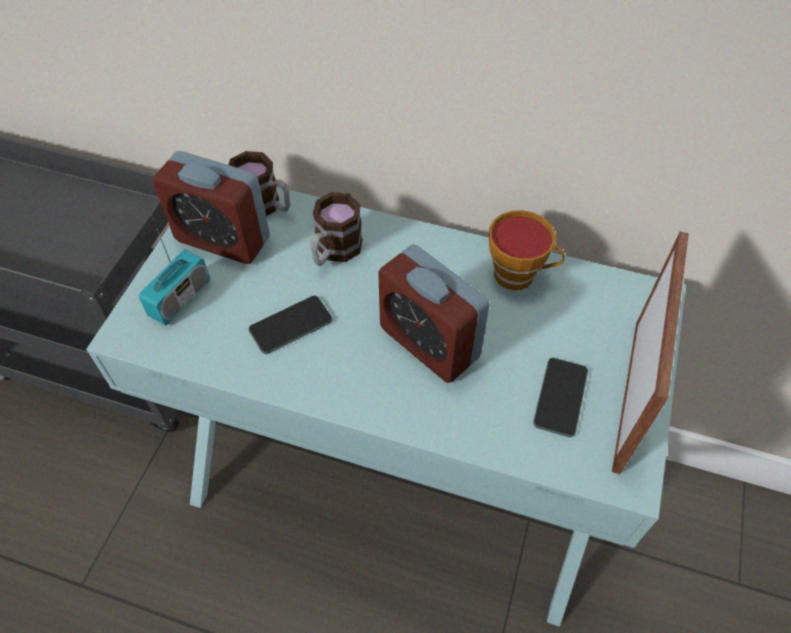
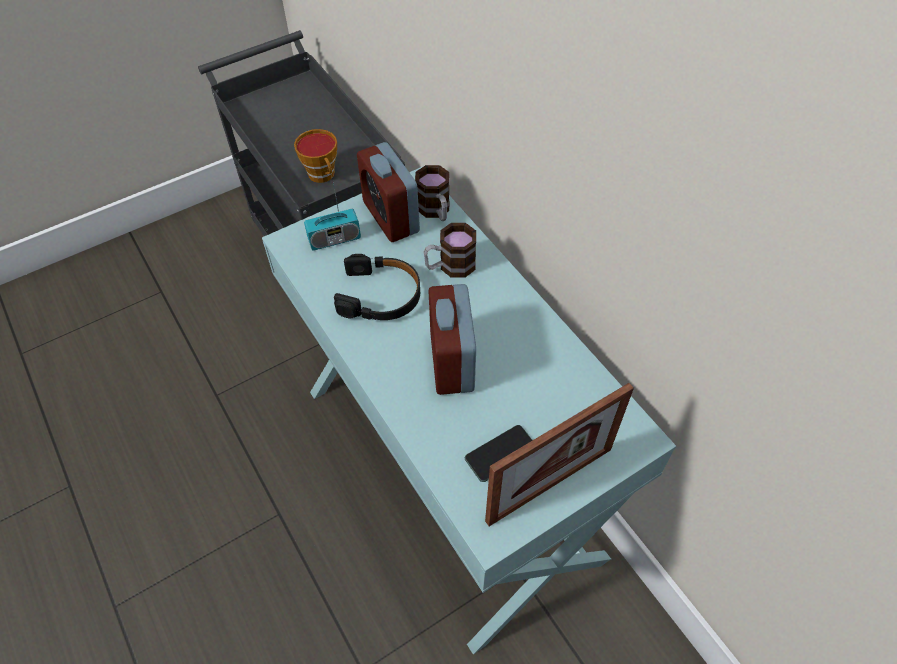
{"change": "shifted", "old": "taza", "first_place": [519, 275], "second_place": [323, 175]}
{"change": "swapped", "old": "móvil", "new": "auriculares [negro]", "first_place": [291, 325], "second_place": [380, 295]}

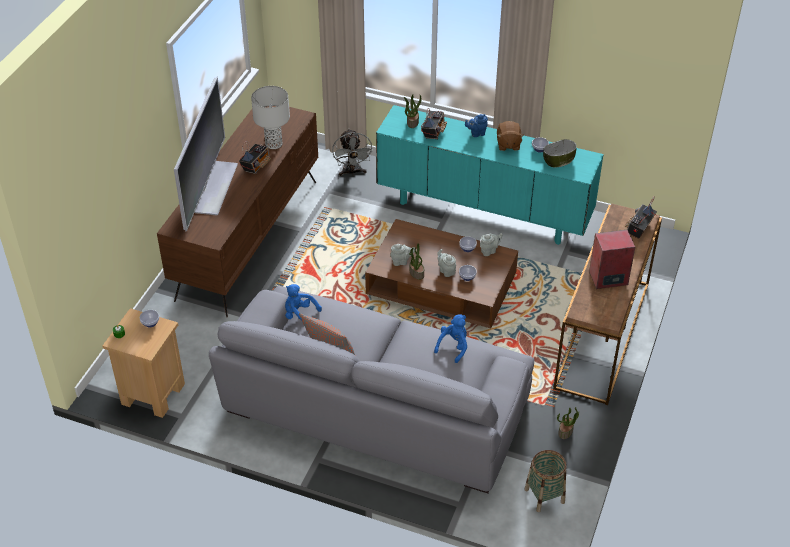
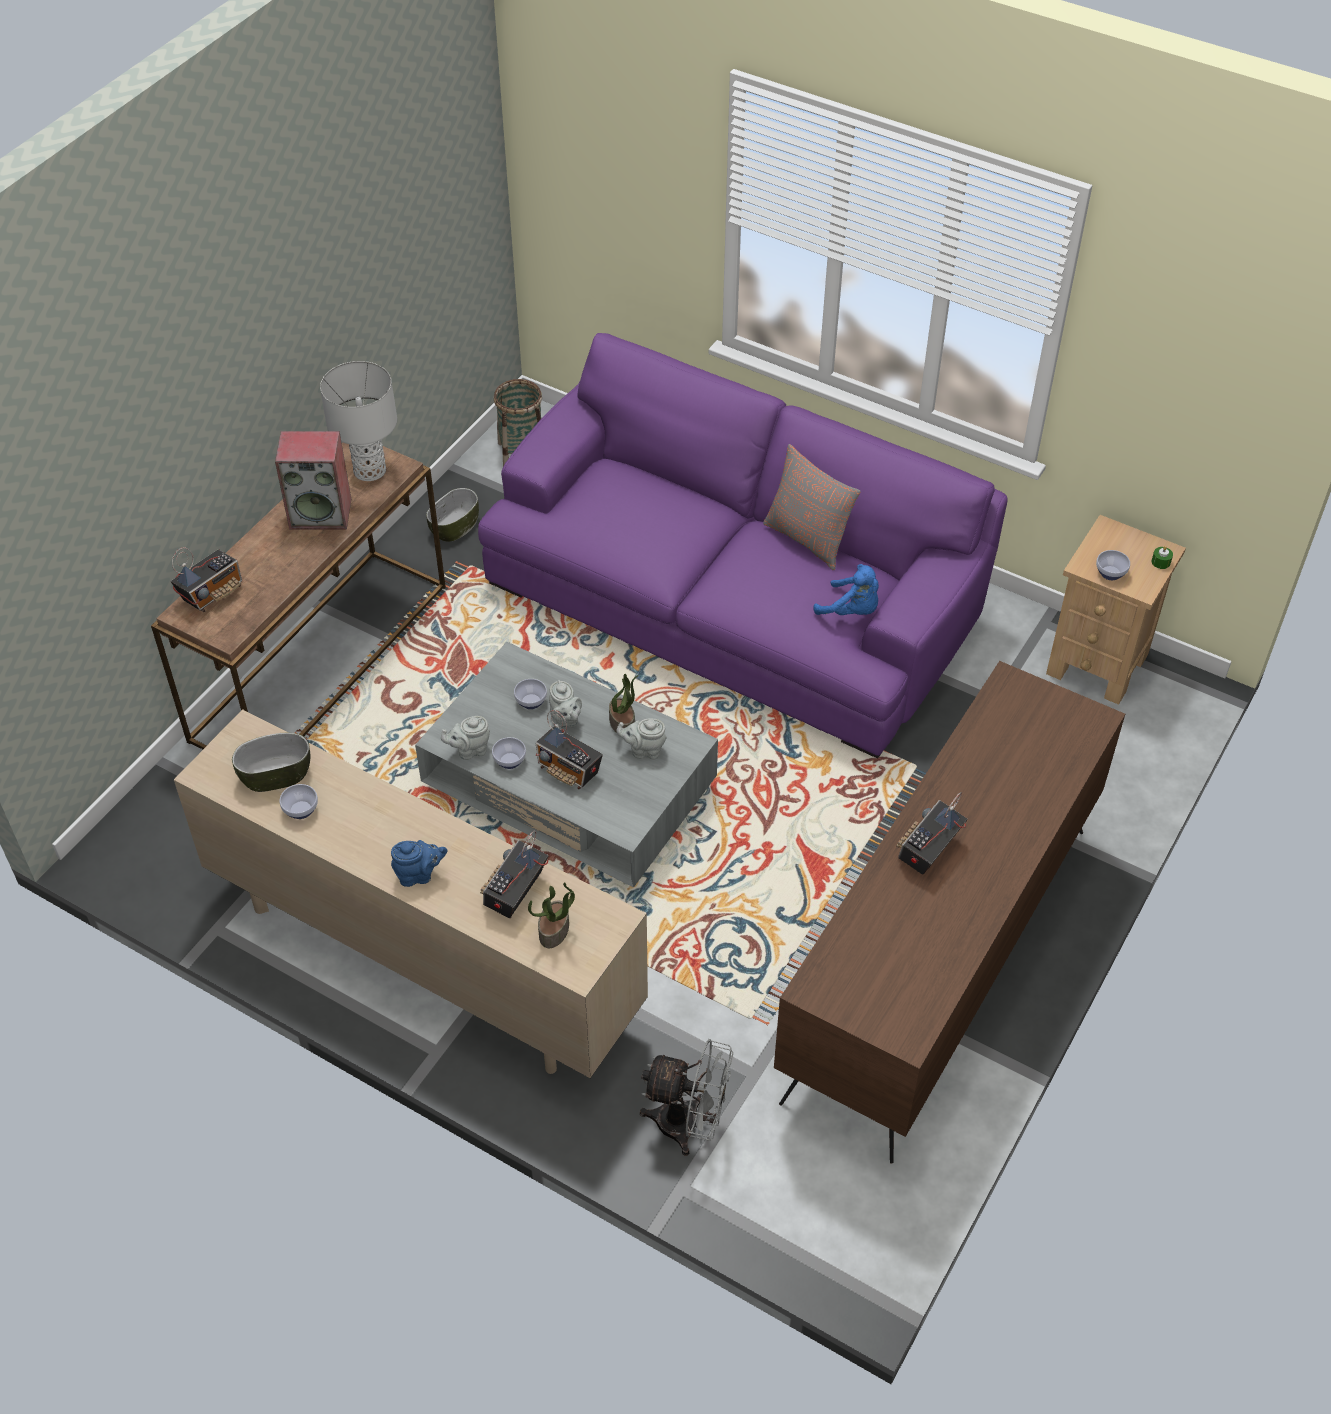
{"change": "gone", "old": "televisor", "first_place": [214, 188]}
{"change": "shifted", "old": "lámpara de mesa [blanco]", "first_place": [273, 144], "second_place": [370, 470]}
{"change": "repainted", "old": "armario [turquesa]", "new": "armario [beis]", "first_place": [484, 211], "second_place": [422, 959]}
{"change": "gone", "old": "peluche [marrón]", "first_place": [508, 144]}
{"change": "rotated", "old": "ventilador [gris]", "first_place": [352, 172], "second_place": [688, 1125], "degrees": 105}
{"change": "repainted", "old": "mesa de centro [marrón]", "new": "mesa de centro [gris]", "first_place": [441, 289], "second_place": [569, 788]}
{"change": "repainted", "old": "sofá [gris]", "new": "sofá [morado]", "first_place": [375, 406], "second_place": [733, 598]}
{"change": "gone", "old": "peluche [azul]", "first_place": [453, 347]}
{"change": "swapped", "old": "planta en maceta", "new": "cuenco", "first_place": [566, 431], "second_place": [454, 526]}
{"change": "new", "new": "radio", "second_place": [569, 770]}

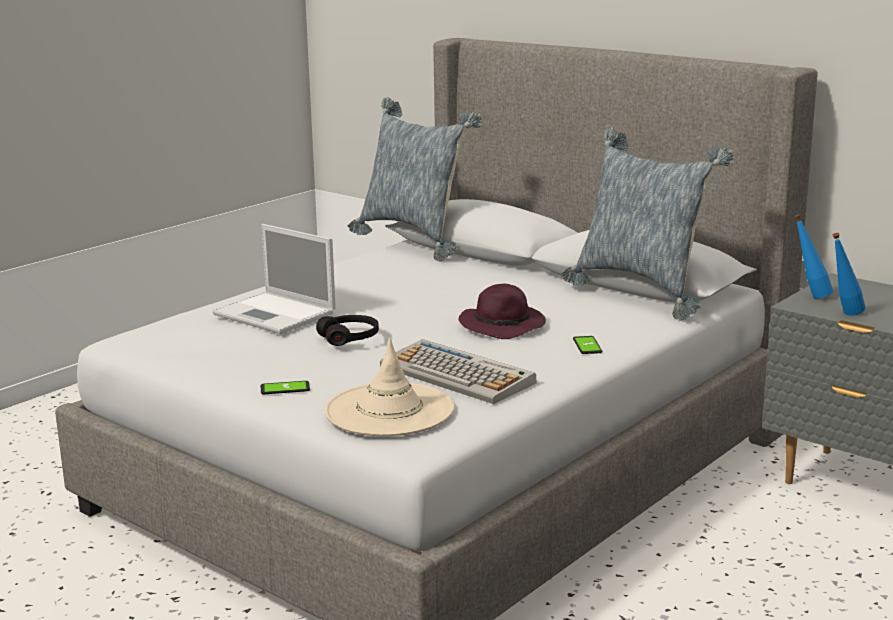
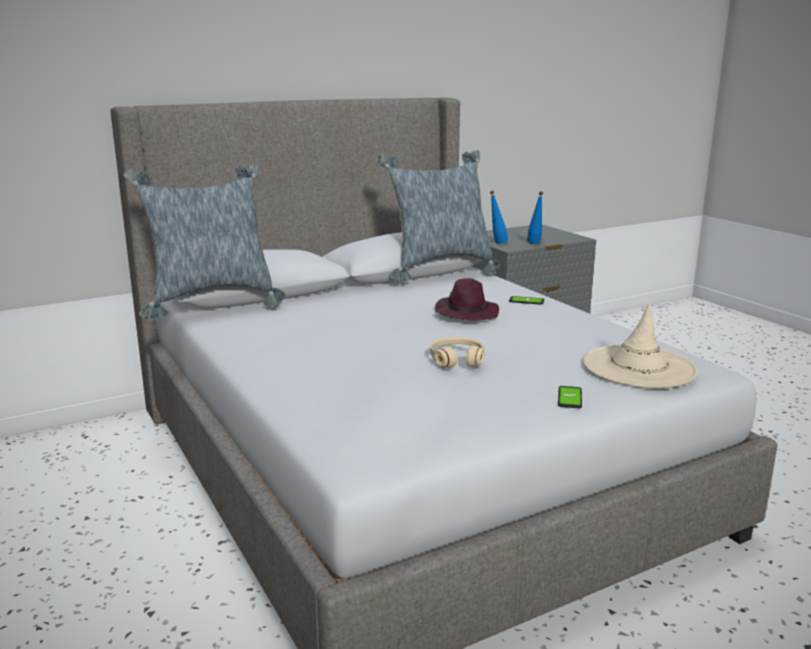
{"change": "gone", "old": "portátil", "first_place": [276, 314]}
{"change": "repainted", "old": "auriculares [negro]", "new": "auriculares [beis]", "first_place": [349, 338], "second_place": [456, 360]}
{"change": "gone", "old": "teclado", "first_place": [458, 375]}

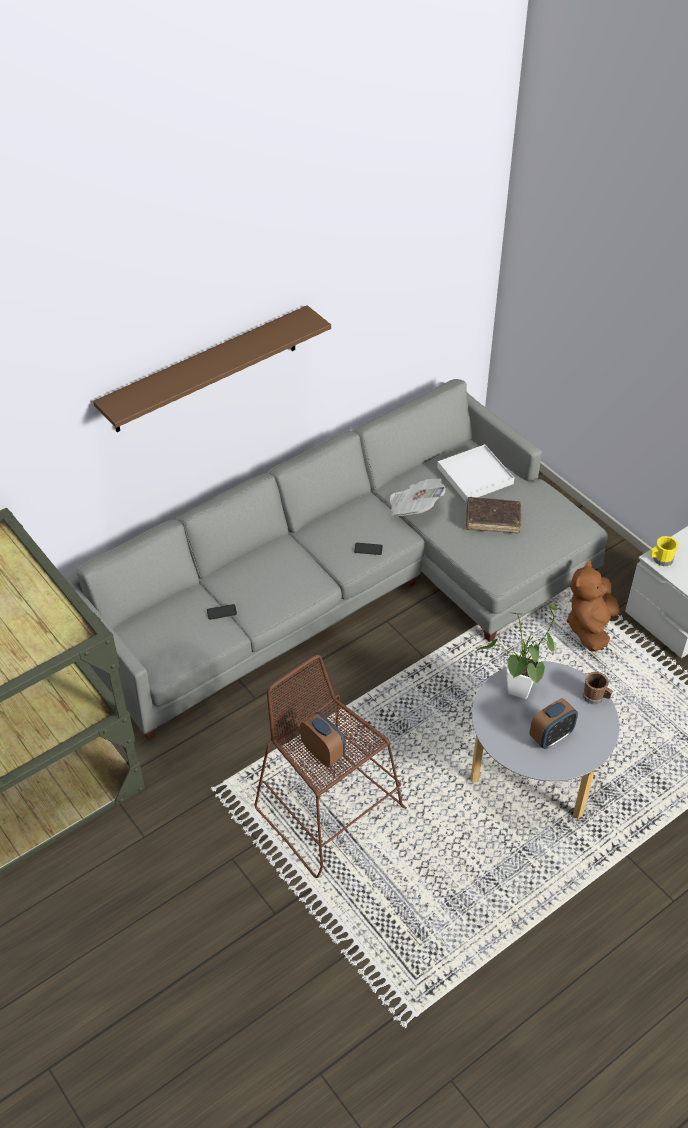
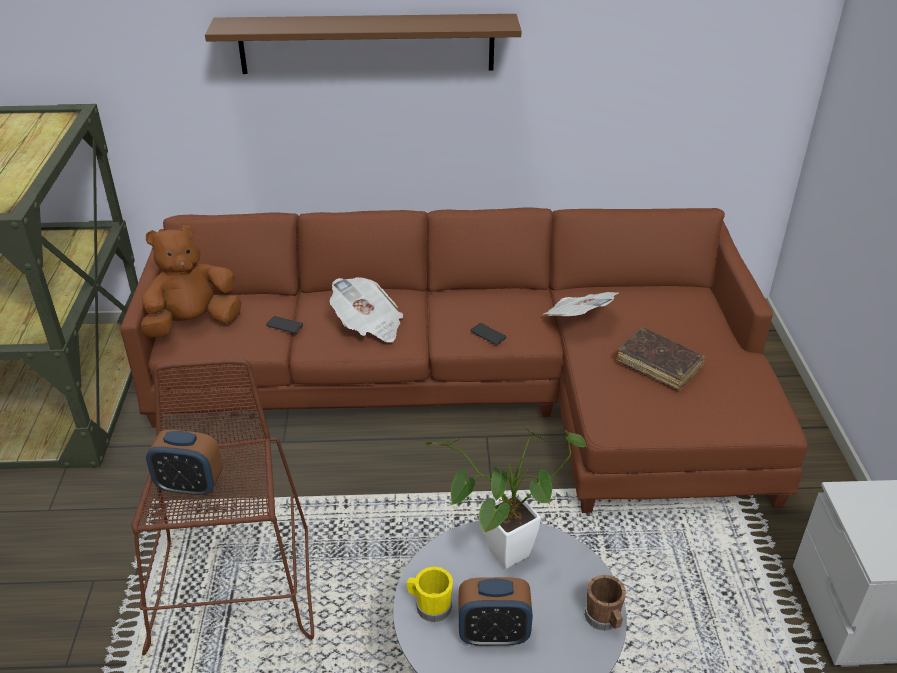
{"change": "repainted", "old": "sofá [gris]", "new": "sofá [marrón]", "first_place": [350, 584], "second_place": [482, 386]}
{"change": "gone", "old": "bandeja [blanco]", "first_place": [475, 476]}
{"change": "shifted", "old": "taza grande [amarillo]", "first_place": [660, 559], "second_place": [430, 606]}
{"change": "shifted", "old": "peluche [marrón]", "first_place": [590, 627], "second_place": [193, 324]}
{"change": "rotated", "old": "despertador", "first_place": [323, 752], "second_place": [190, 486], "degrees": 105}
{"change": "new", "new": "periódico", "second_place": [368, 325]}

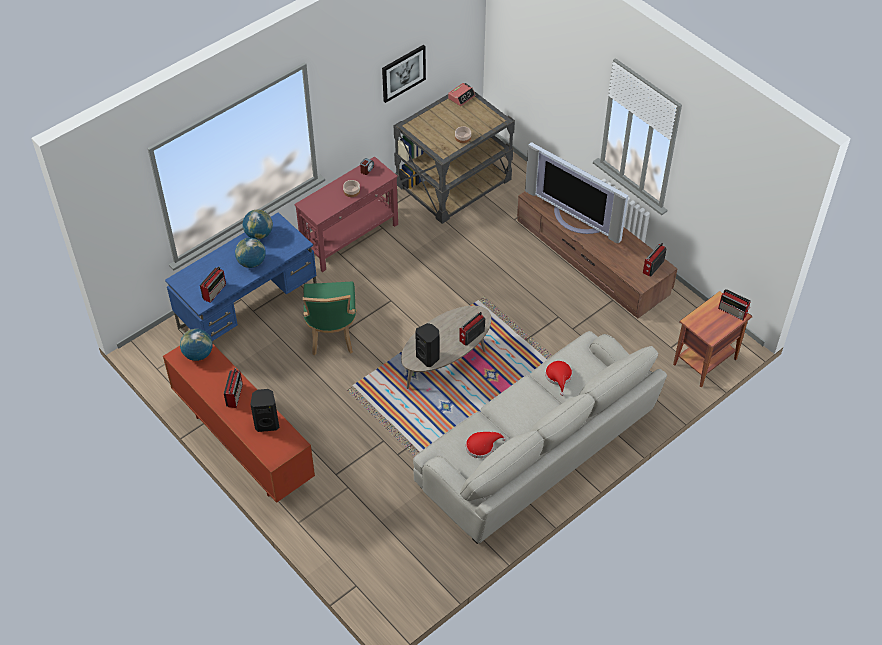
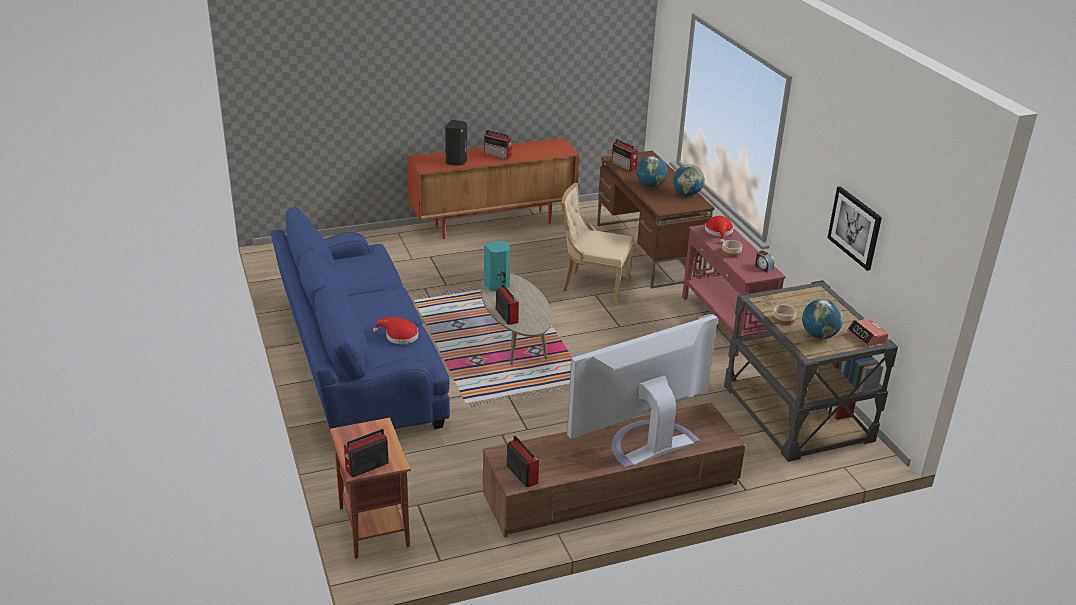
{"change": "repainted", "old": "escritorio [azul]", "new": "escritorio [marrón]", "first_place": [249, 311], "second_place": [648, 252]}
{"change": "repainted", "old": "silla [verde]", "new": "silla [beis]", "first_place": [332, 334], "second_place": [593, 285]}
{"change": "repainted", "old": "altavoz [negro]", "new": "altavoz [turquesa]", "first_place": [428, 357], "second_place": [497, 286]}
{"change": "shifted", "old": "globo terráqueo", "first_place": [198, 354], "second_place": [819, 335]}
{"change": "repainted", "old": "sofá [blanco]", "new": "sofá [azul]", "first_place": [537, 452], "second_place": [358, 361]}
{"change": "shifted", "old": "sombrero [rojo]", "first_place": [482, 446], "second_place": [719, 232]}

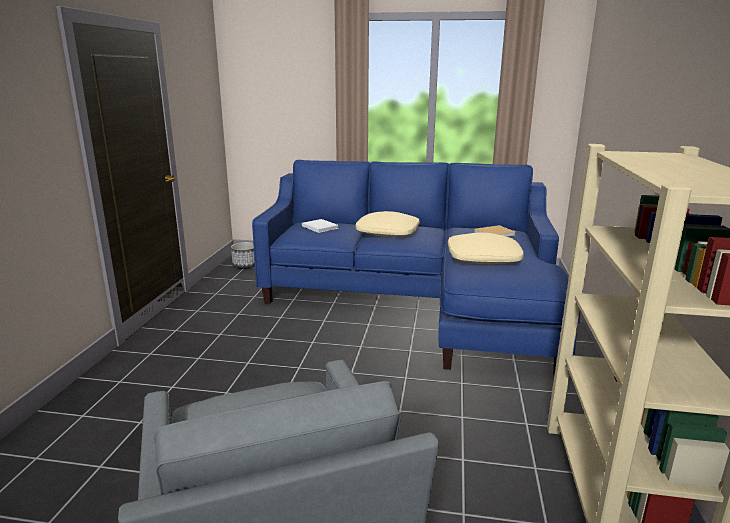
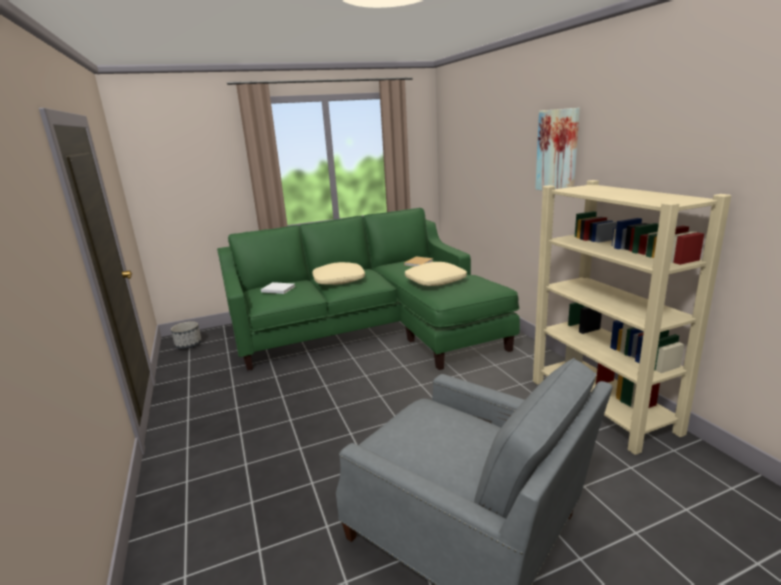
{"change": "repainted", "old": "sofá [azul]", "new": "sofá [verde]", "first_place": [419, 301], "second_place": [371, 330]}
{"change": "new", "new": "cuadro", "second_place": [557, 151]}

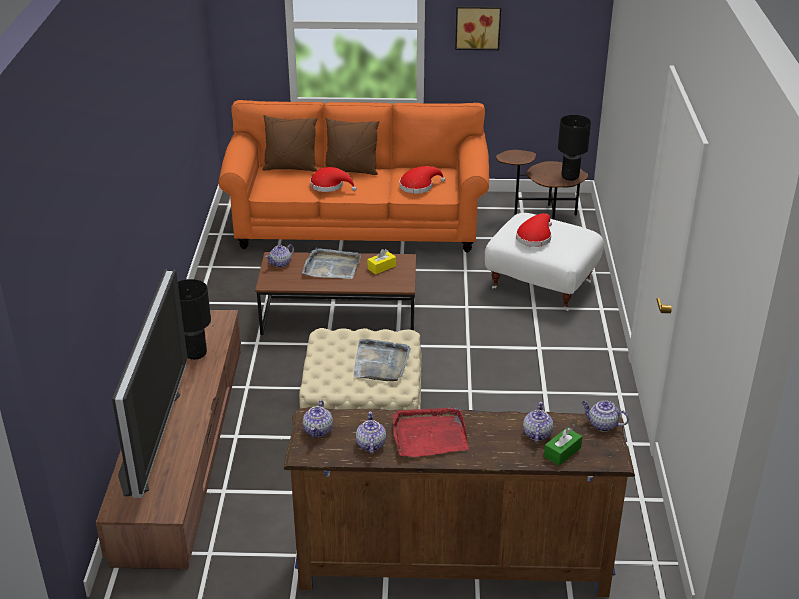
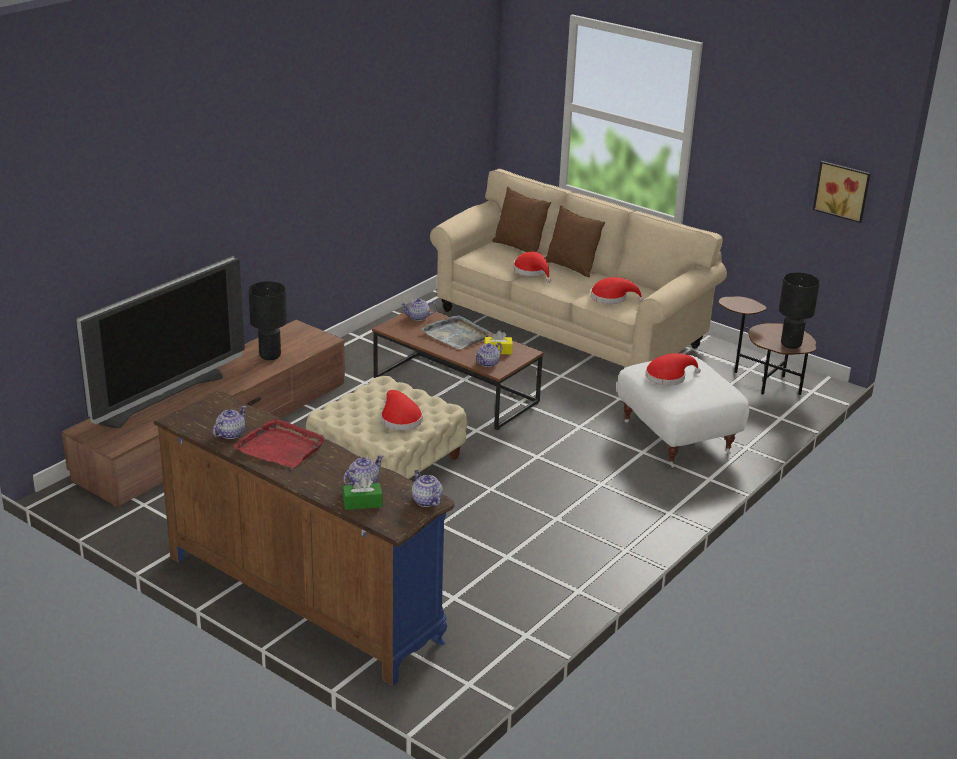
{"change": "shifted", "old": "cuadro", "first_place": [477, 27], "second_place": [842, 190]}
{"change": "repainted", "old": "sofá [naranja]", "new": "sofá [beis]", "first_place": [358, 225], "second_place": [569, 329]}
{"change": "swapped", "old": "bandeja [gris]", "new": "sombrero [rojo]", "first_place": [381, 363], "second_place": [399, 419]}
{"change": "shifted", "old": "tetera", "first_place": [318, 430], "second_place": [488, 363]}

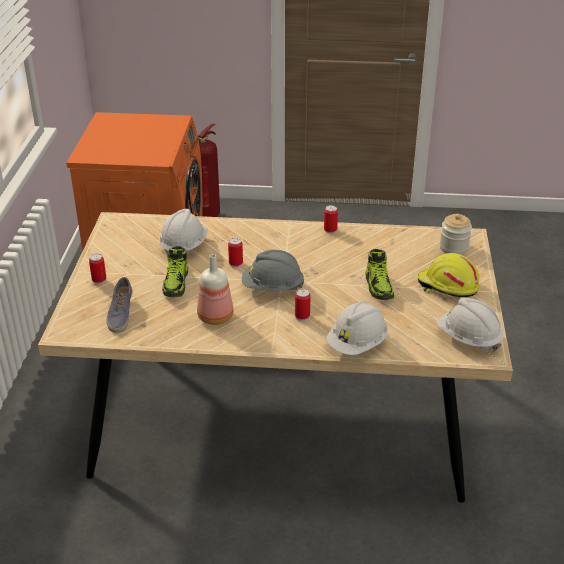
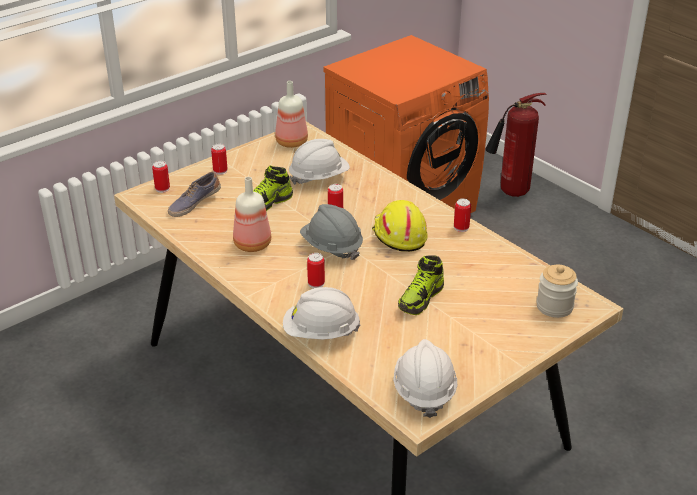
{"change": "shifted", "old": "casco [amarillo]", "first_place": [447, 286], "second_place": [398, 235]}
{"change": "new", "new": "botella", "second_place": [290, 142]}
{"change": "new", "new": "lata", "second_place": [162, 189]}

